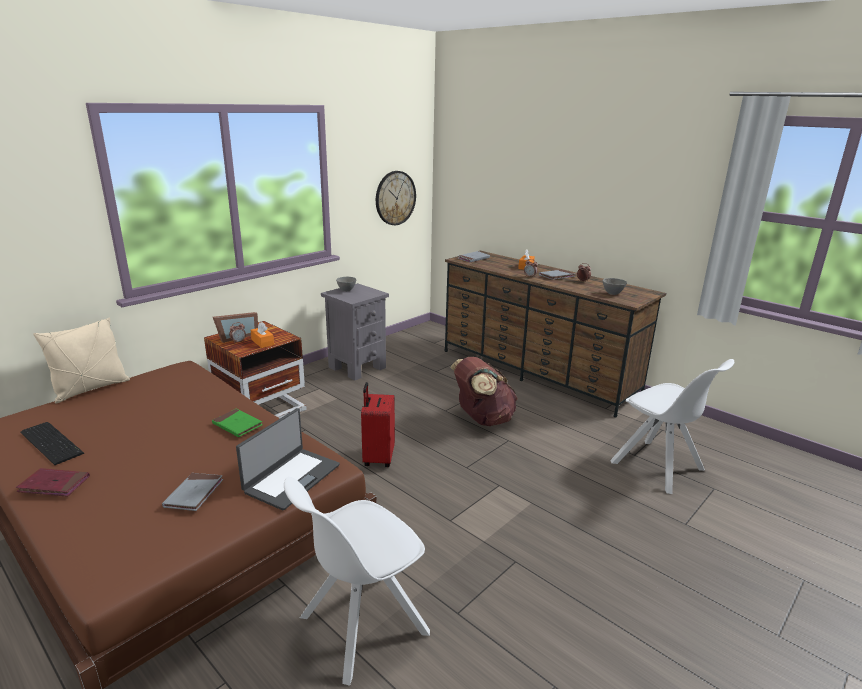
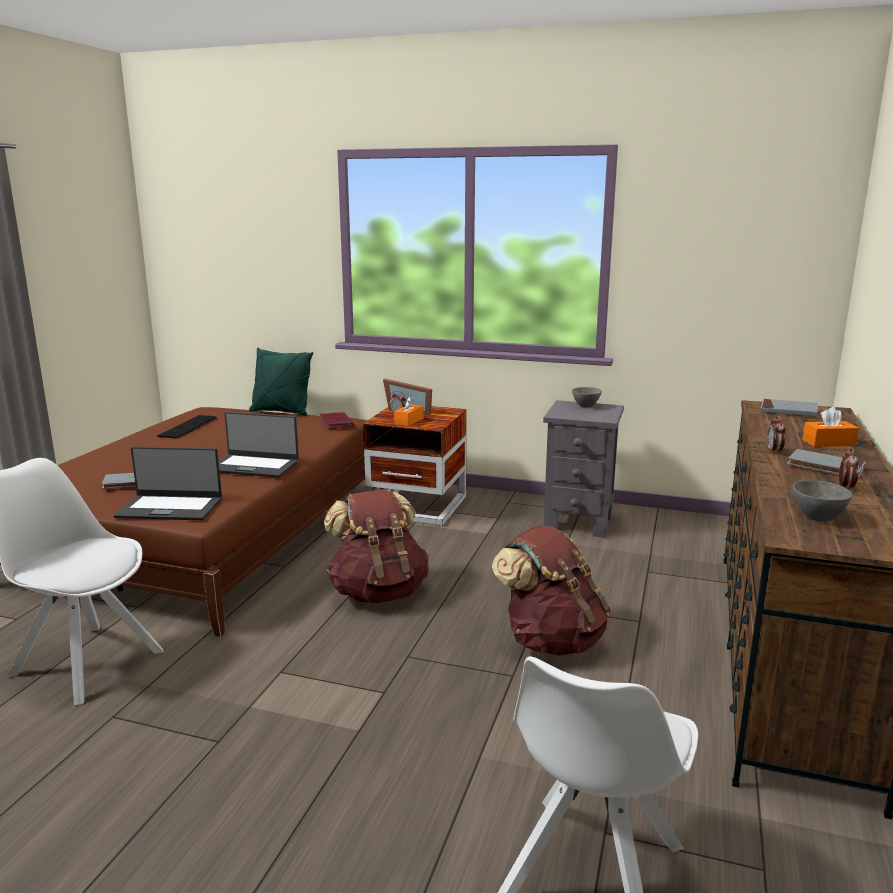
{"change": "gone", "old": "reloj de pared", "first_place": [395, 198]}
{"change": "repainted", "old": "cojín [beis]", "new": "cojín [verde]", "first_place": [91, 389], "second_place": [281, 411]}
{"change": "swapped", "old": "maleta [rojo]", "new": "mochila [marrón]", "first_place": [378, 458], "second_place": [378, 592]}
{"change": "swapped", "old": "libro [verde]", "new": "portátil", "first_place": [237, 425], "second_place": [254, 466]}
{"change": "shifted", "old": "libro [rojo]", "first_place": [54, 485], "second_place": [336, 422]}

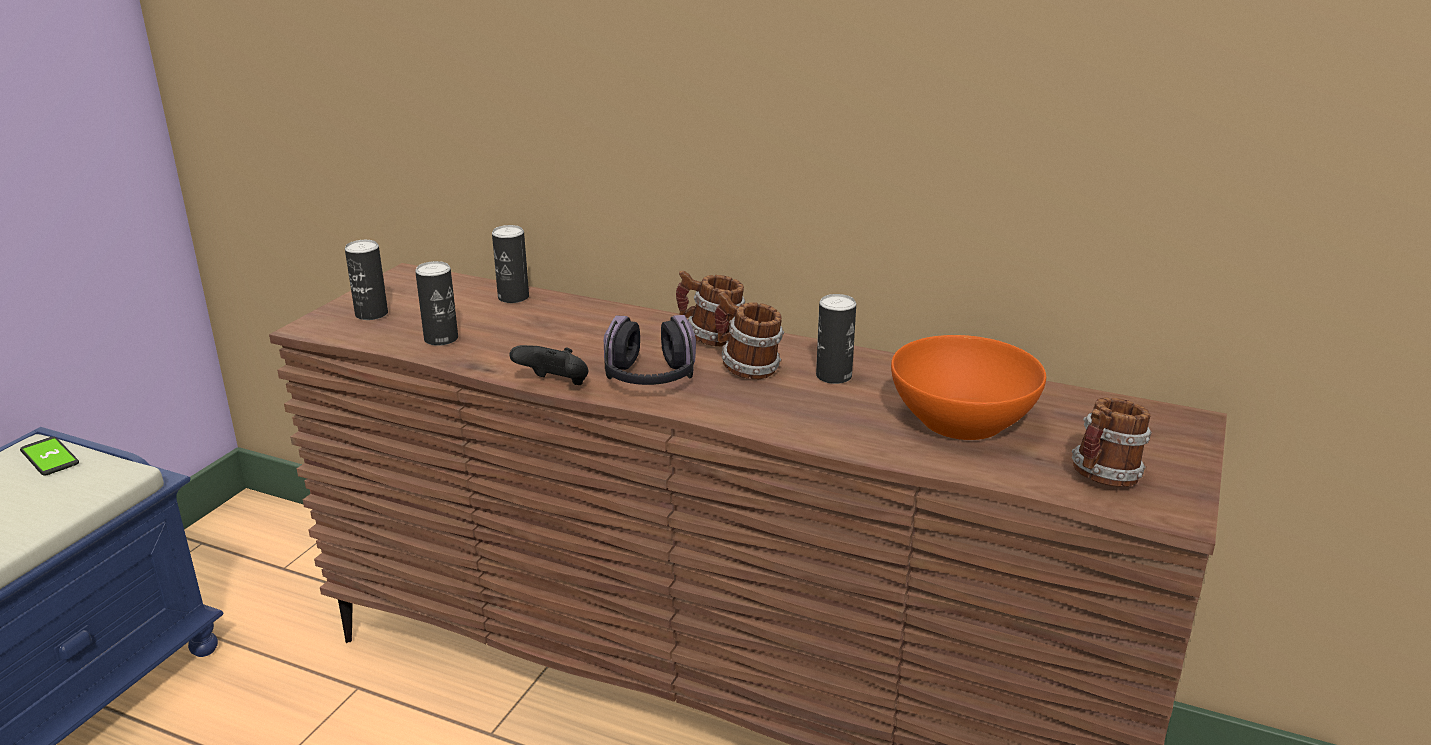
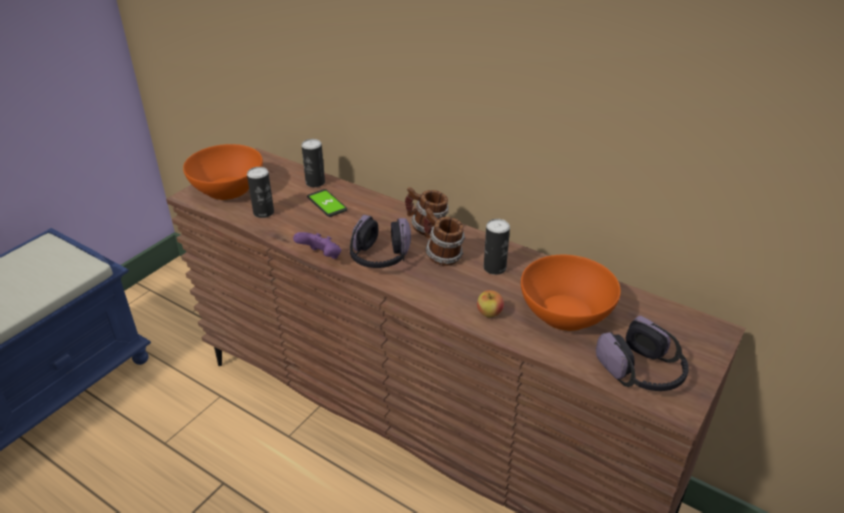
{"change": "swapped", "old": "lata", "new": "cuenco [naranja]", "first_place": [371, 314], "second_place": [228, 188]}
{"change": "repainted", "old": "mando de consola [negro]", "new": "mando de consola [morado]", "first_place": [555, 385], "second_place": [321, 257]}
{"change": "swapped", "old": "taza grande", "new": "auriculares", "first_place": [1104, 478], "second_place": [642, 372]}
{"change": "shifted", "old": "móvil", "first_place": [49, 457], "second_place": [327, 204]}
{"change": "new", "new": "manzana", "second_place": [489, 313]}

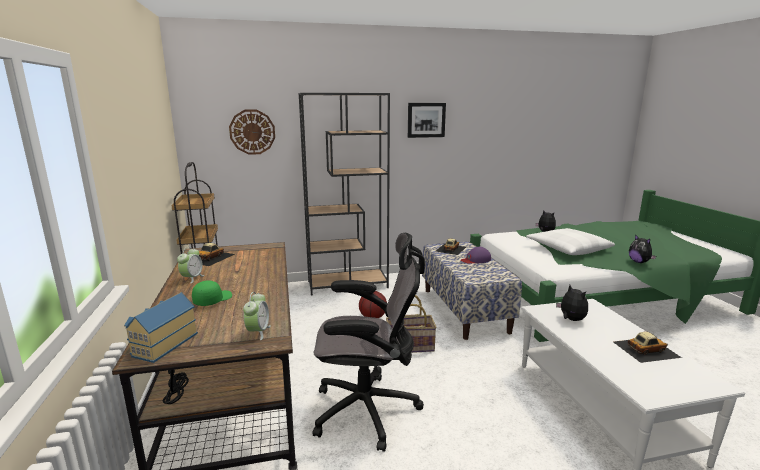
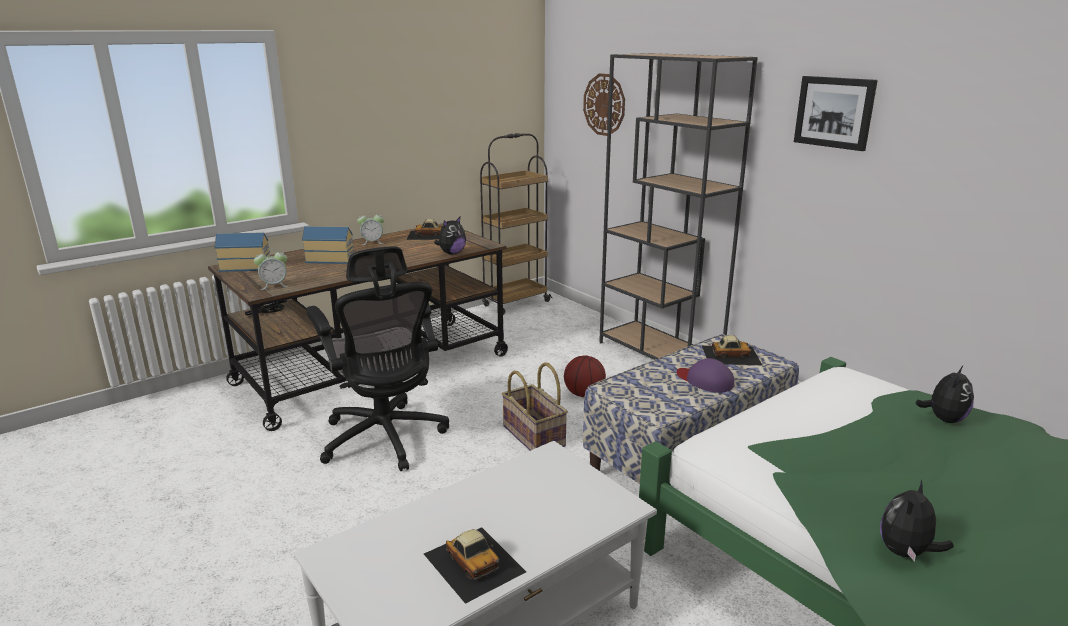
{"change": "gone", "old": "cojín [blanco]", "first_place": [568, 249]}
{"change": "swapped", "old": "gorra [verde]", "new": "casita", "first_place": [212, 300], "second_place": [330, 259]}
{"change": "shifted", "old": "peluche", "first_place": [571, 319], "second_place": [451, 253]}

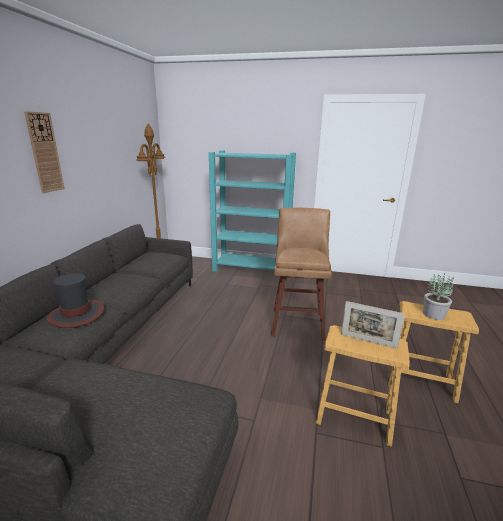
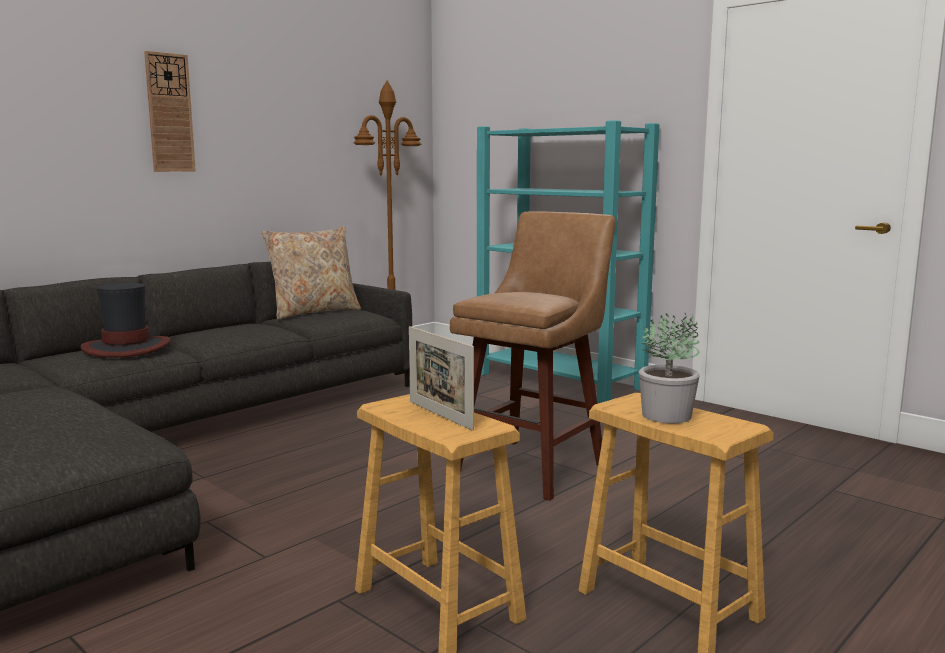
{"change": "new", "new": "cojín [beis]", "second_place": [314, 312]}

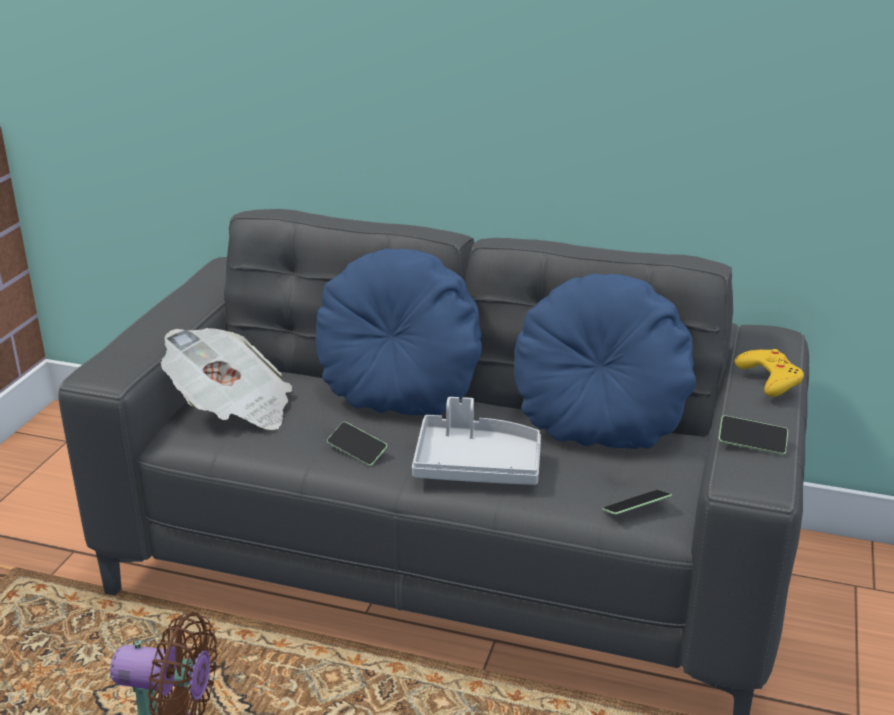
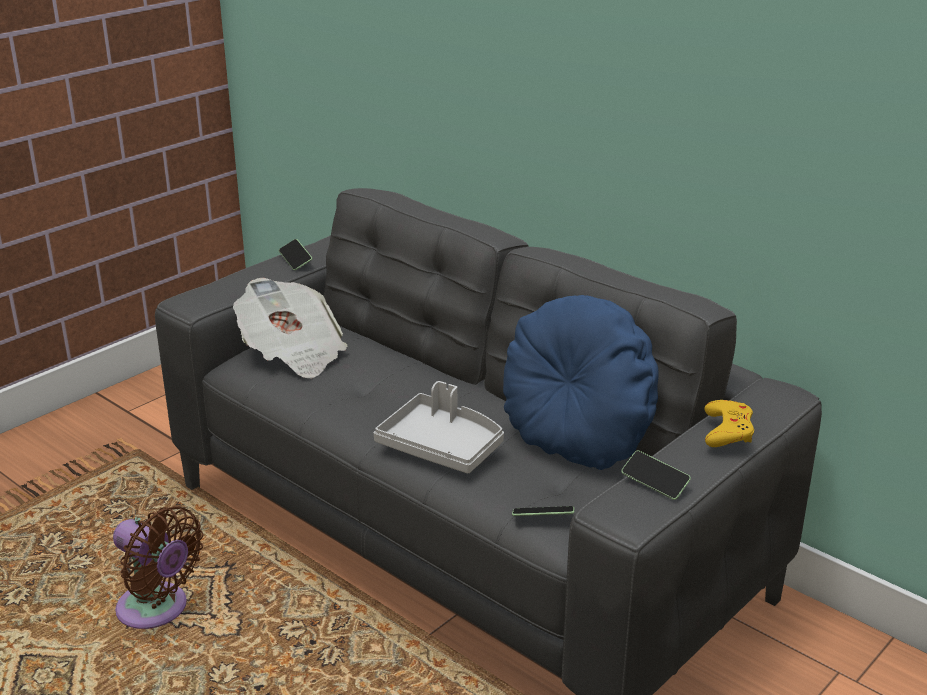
{"change": "gone", "old": "cojín [azul]", "first_place": [399, 400]}
{"change": "shifted", "old": "móvil", "first_place": [357, 451], "second_place": [295, 260]}

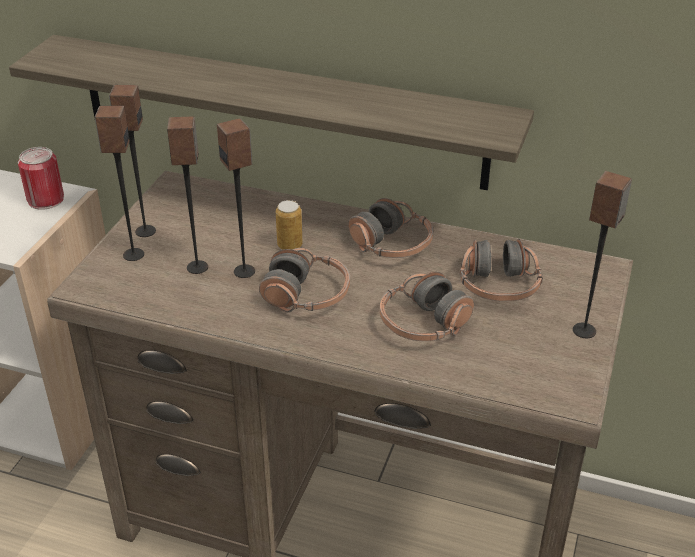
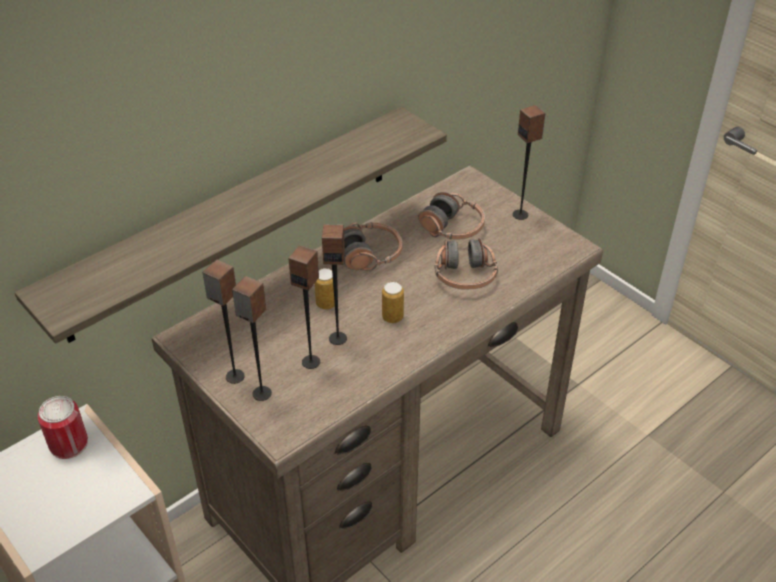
{"change": "swapped", "old": "auriculares", "new": "lata", "first_place": [306, 295], "second_place": [392, 317]}

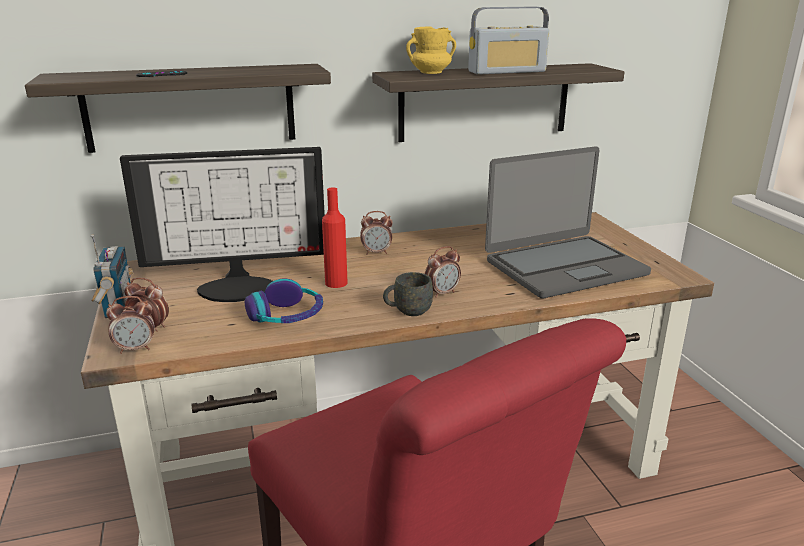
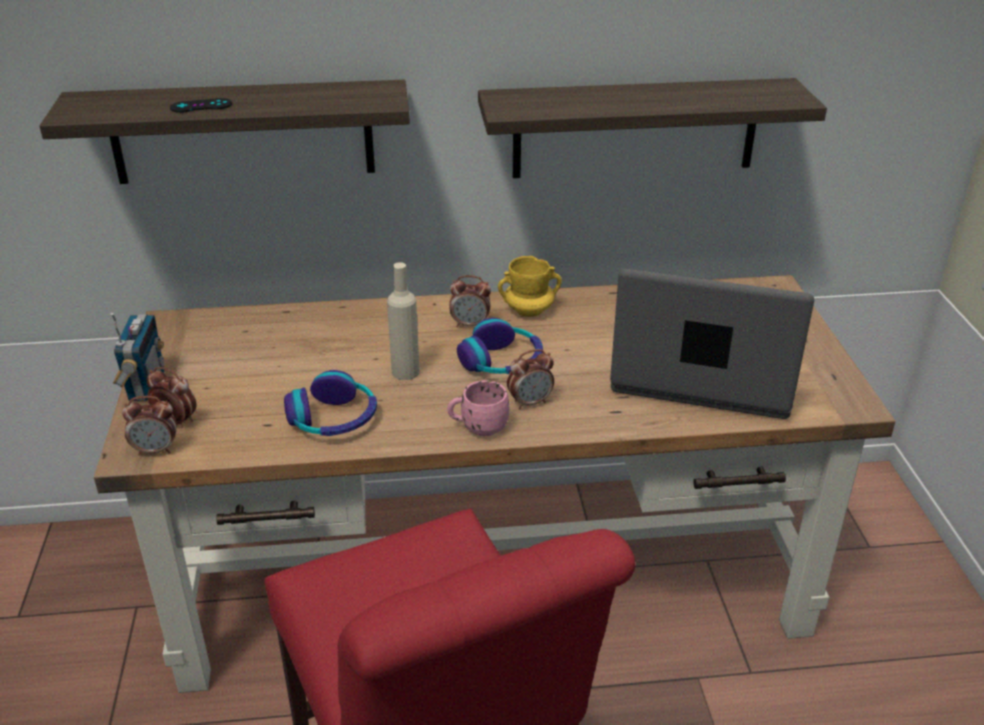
{"change": "gone", "old": "radio", "first_place": [507, 71]}
{"change": "shifted", "old": "taza grande [amarillo]", "first_place": [431, 72], "second_place": [529, 310]}
{"change": "rotated", "old": "portátil", "first_place": [564, 267], "second_place": [704, 374], "degrees": -150}
{"change": "gone", "old": "monitor", "first_place": [238, 285]}
{"change": "repainted", "old": "botella [rojo]", "new": "botella [beis]", "first_place": [336, 283], "second_place": [405, 372]}
{"change": "repainted", "old": "taza grande [gris]", "new": "taza grande [rosa]", "first_place": [407, 311], "second_place": [478, 427]}
{"change": "new", "new": "auriculares", "second_place": [502, 361]}

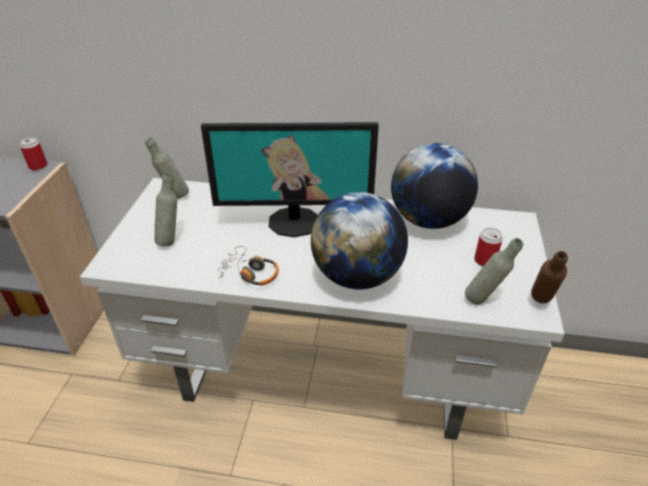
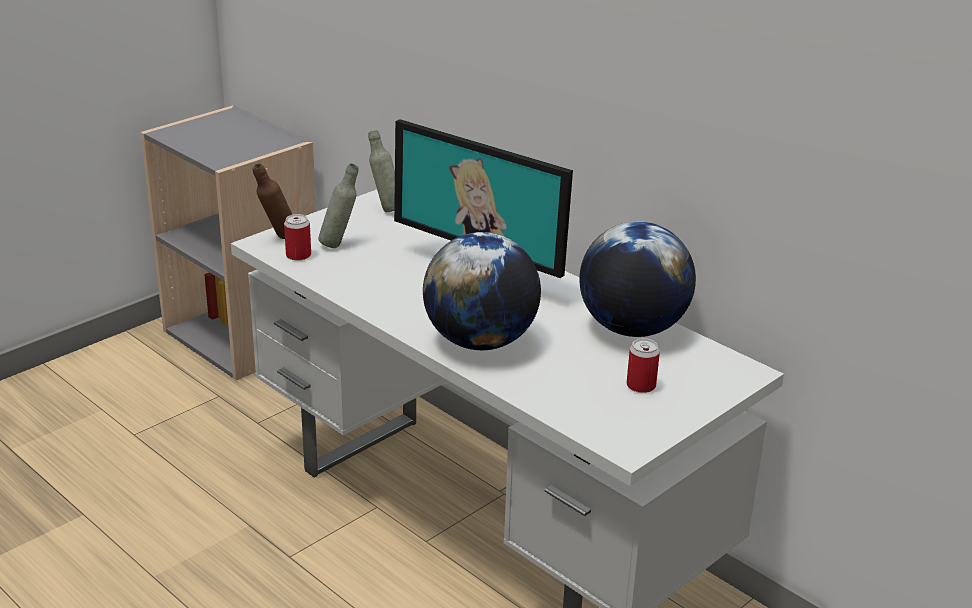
{"change": "shifted", "old": "lata", "first_place": [38, 166], "second_place": [298, 255]}
{"change": "gone", "old": "botella [gris]", "first_place": [484, 300]}
{"change": "gone", "old": "auriculares", "first_place": [249, 273]}
{"change": "shifted", "old": "botella [marrón]", "first_place": [540, 305], "second_place": [277, 238]}

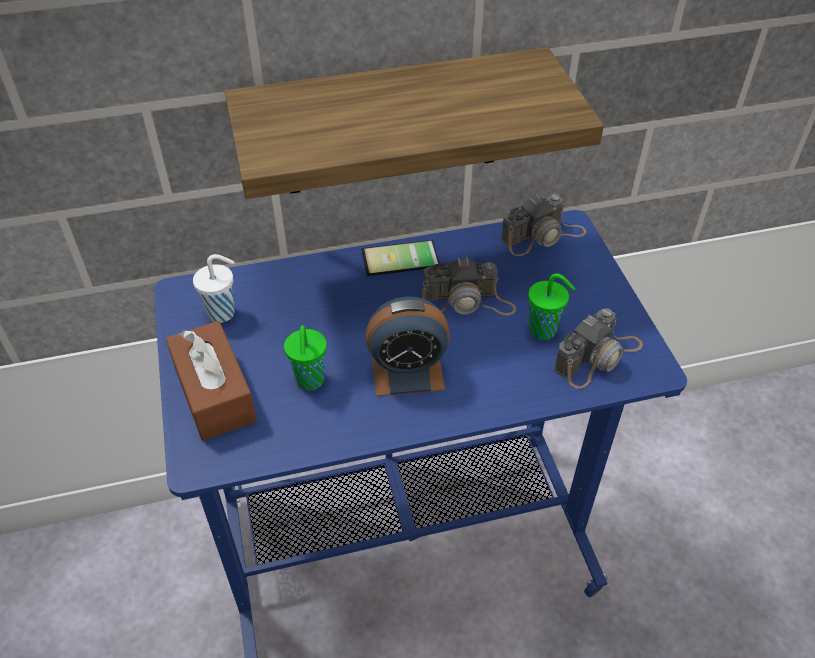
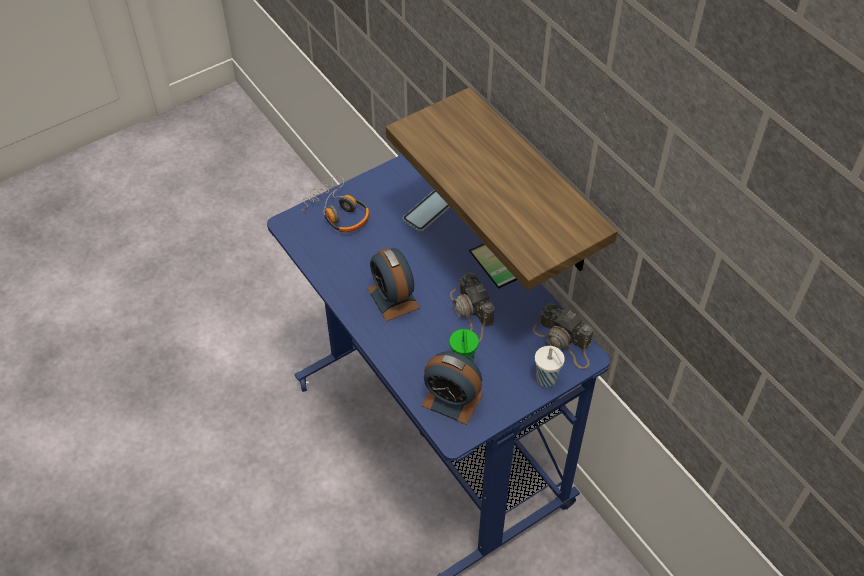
{"change": "shifted", "old": "taza [blanco]", "first_place": [223, 313], "second_place": [547, 380]}
{"change": "swapped", "old": "cámara", "new": "despertador", "first_place": [598, 356], "second_place": [452, 400]}
{"change": "swapped", "old": "caja de pañuelos [marrón]", "new": "auriculares", "first_place": [214, 393], "second_place": [338, 212]}
{"change": "gone", "old": "taza [verde]", "first_place": [310, 381]}
{"change": "new", "new": "móvil", "second_place": [428, 212]}

